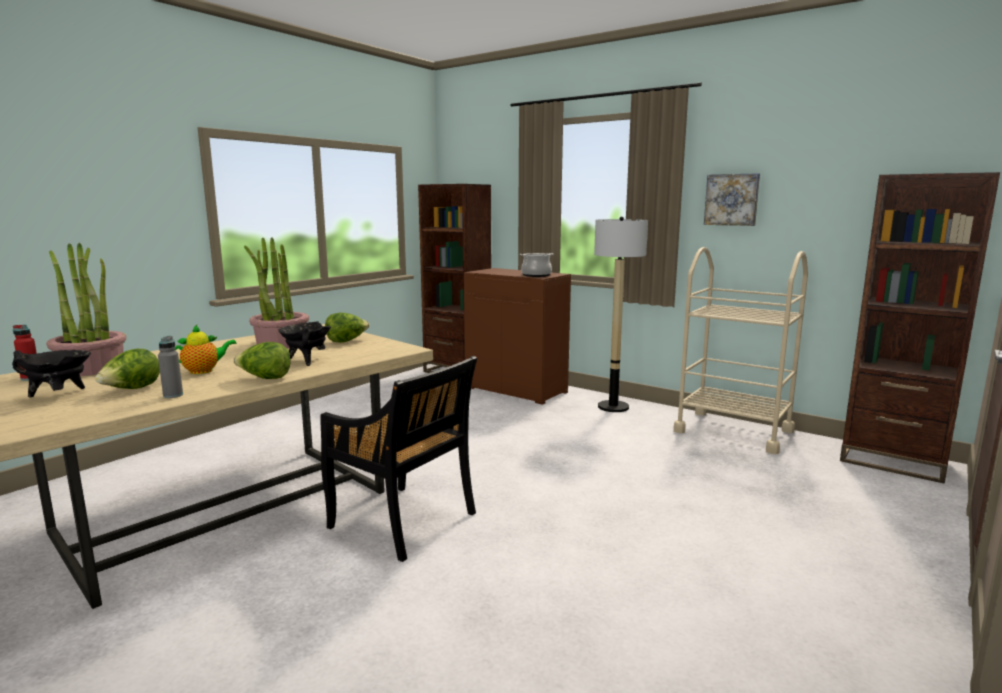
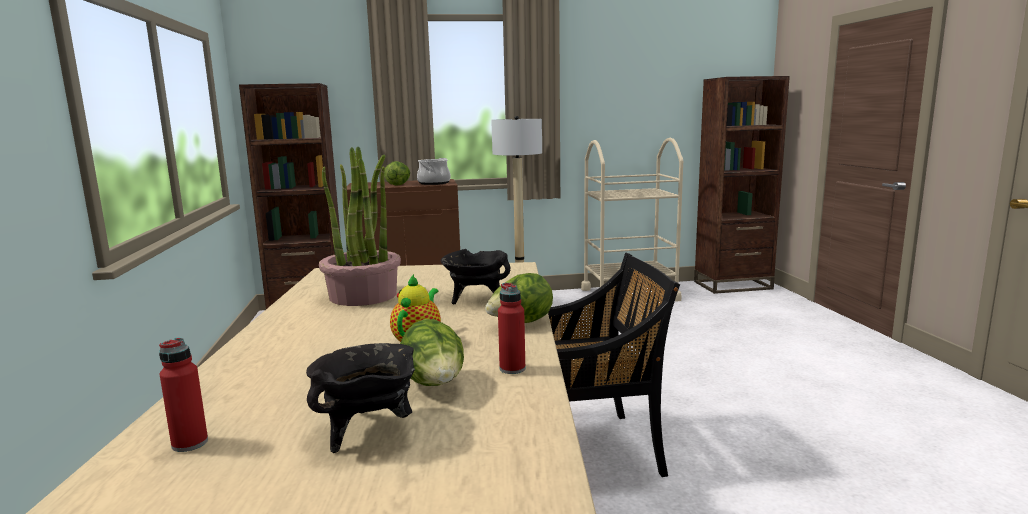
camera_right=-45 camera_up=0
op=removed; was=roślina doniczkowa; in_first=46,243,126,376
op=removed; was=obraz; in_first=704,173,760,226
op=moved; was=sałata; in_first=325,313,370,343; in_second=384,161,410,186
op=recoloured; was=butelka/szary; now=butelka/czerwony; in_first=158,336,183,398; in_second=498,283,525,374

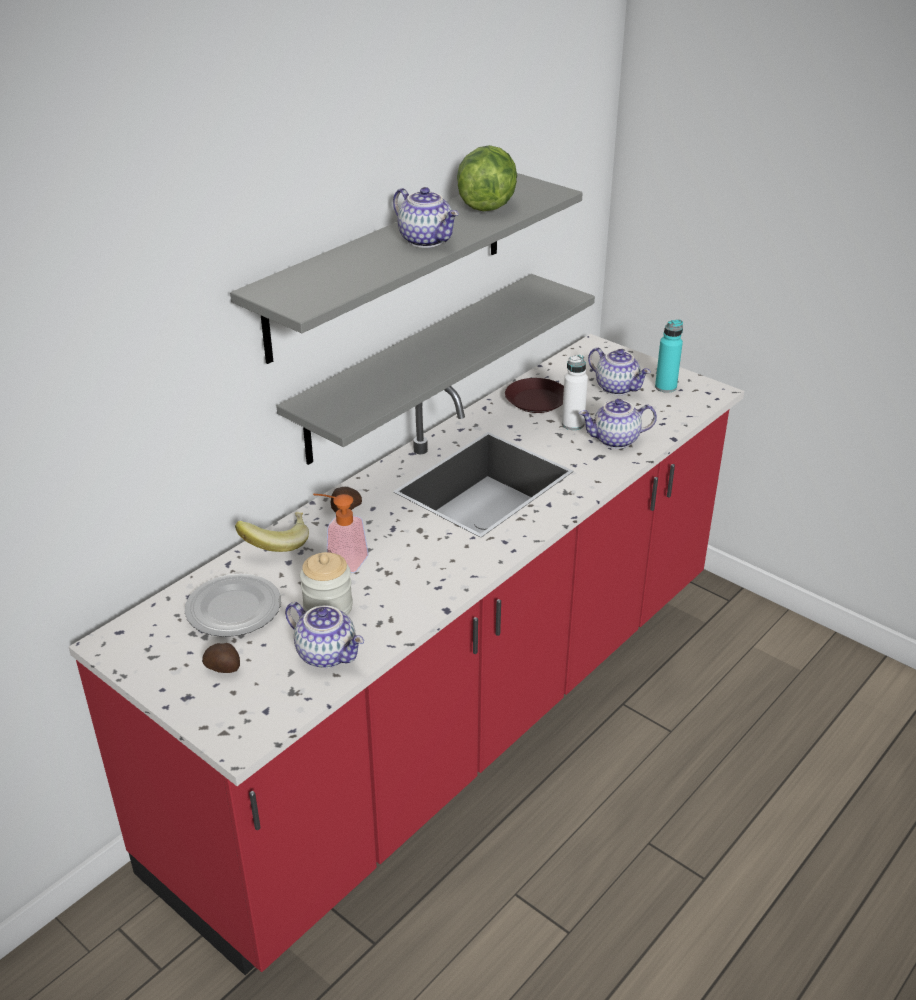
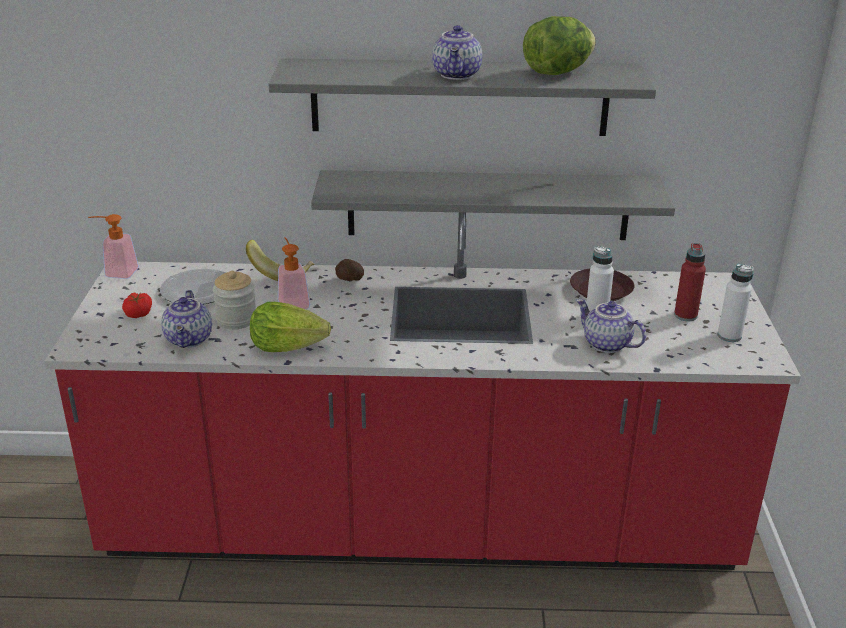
camera_right=50 camera_up=-5
op=added; now=dozownik mydła; in_second=88,214,139,279
op=added; now=sałata; in_second=250,302,331,352
op=replaced; was=ziemniak; now=pomidor; in_first=202,643,240,673; in_second=122,292,152,318
op=replaced; was=imbryk; now=butelka/czerwony; in_first=588,347,651,395; in_second=674,243,706,321
op=recoloured; was=butelka/turkusowy; now=butelka/biały; in_first=655,319,683,393; in_second=718,264,754,342

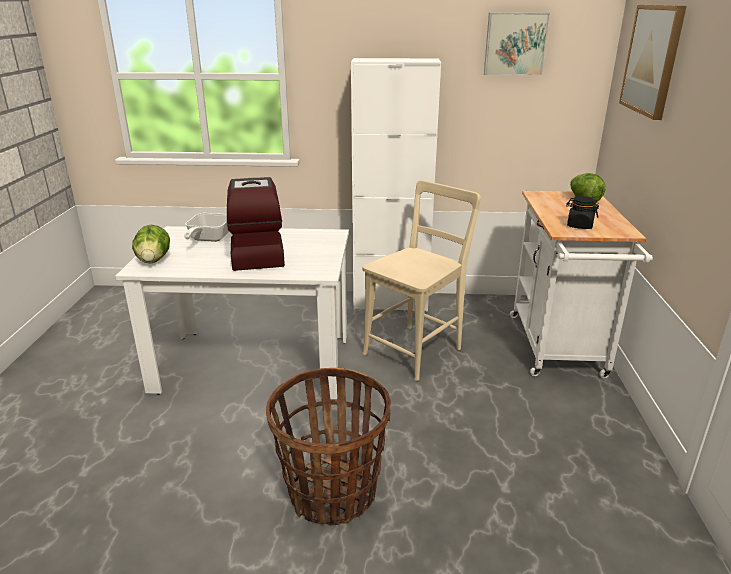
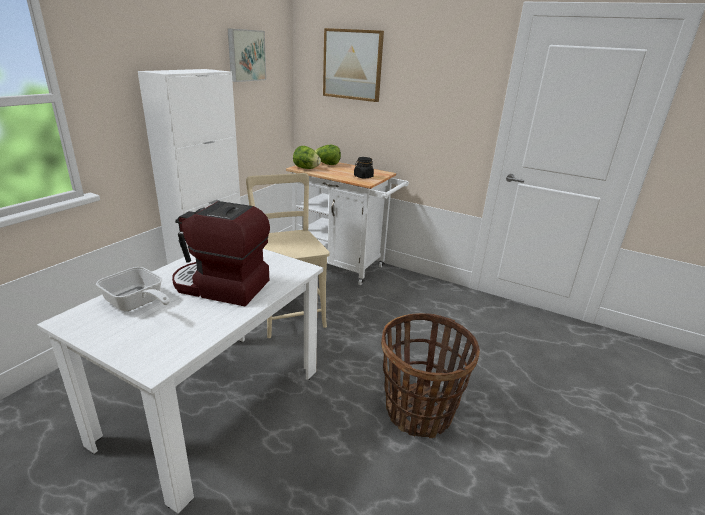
camera_right=-65 camera_up=0
op=moved; was=sałata; in_first=132,225,170,264; in_second=293,146,321,169

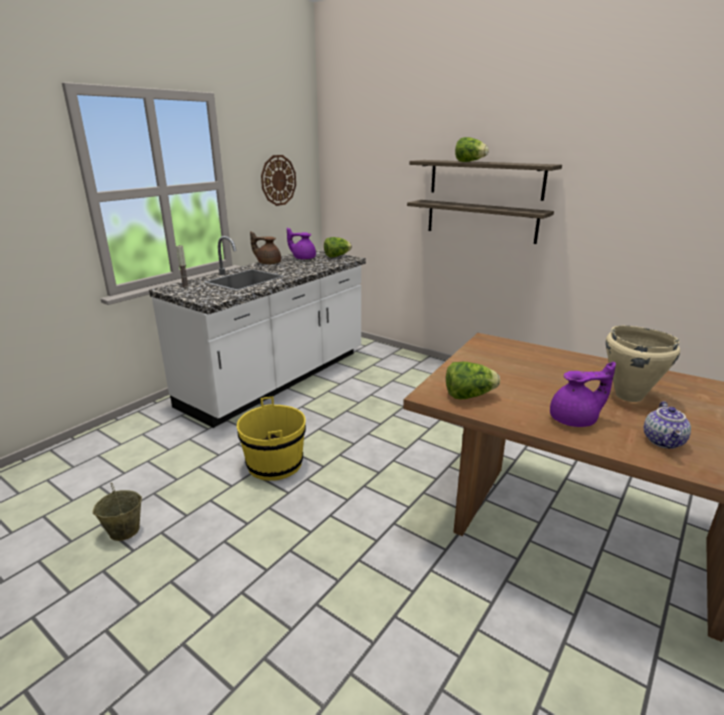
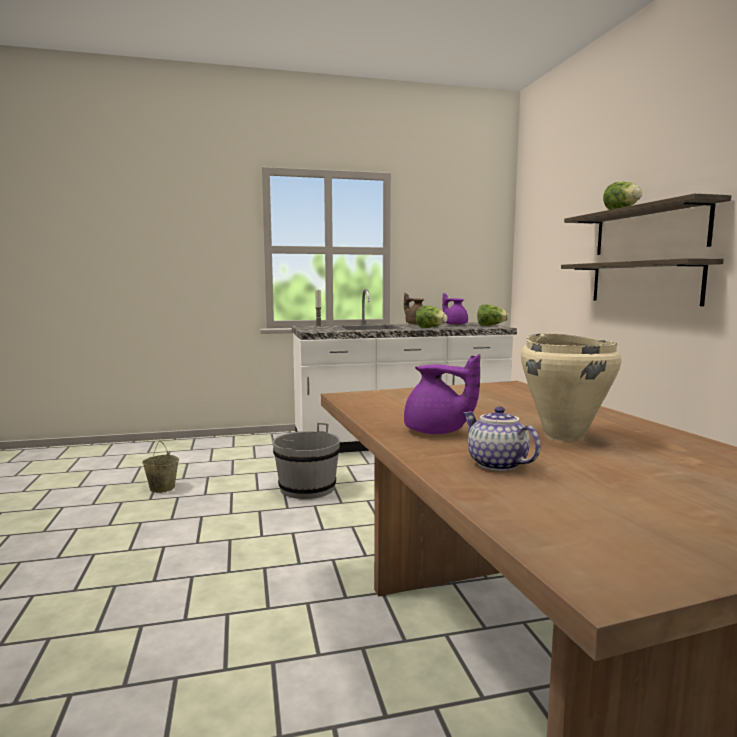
camera_right=40 camera_up=-15
op=removed; was=zegar ścienny; in_first=261,155,296,206
op=moved; was=sałata; in_first=446,362,500,399; in_second=416,306,447,328
op=recoloured; was=wiadro/żółty; now=wiadro/szary; in_first=237,397,306,481; in_second=273,423,340,499
op=turned; was=imbryk; in_first=644,401,691,449; in_second=463,406,541,471; clockwise=90

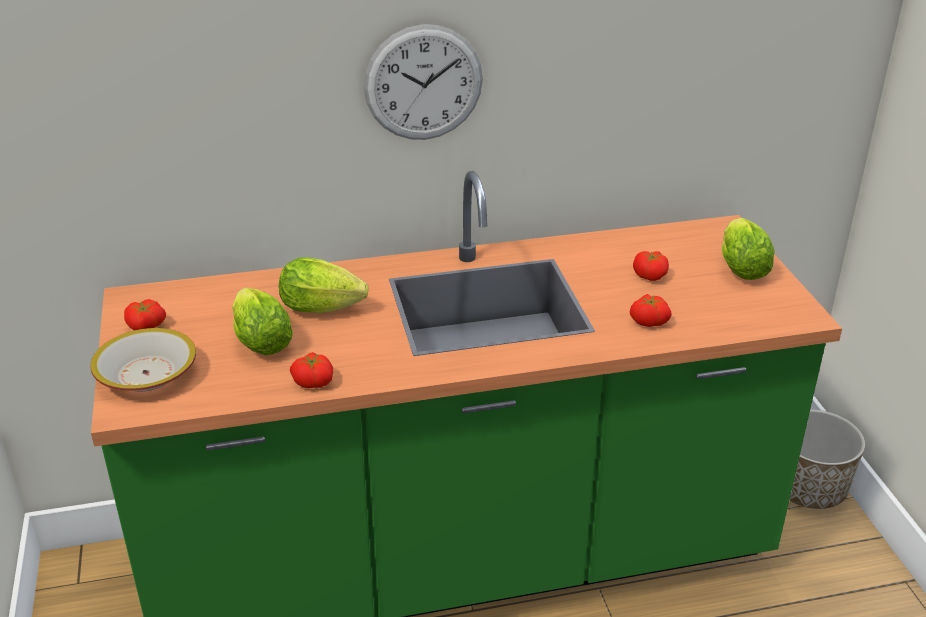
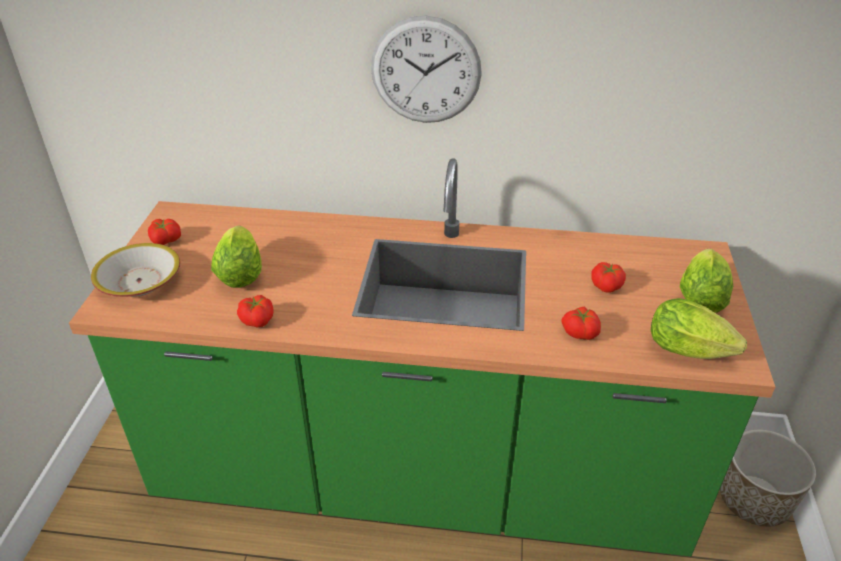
camera_right=20 camera_up=5
op=moved; was=sałata; in_first=279,257,368,313; in_second=651,298,747,359

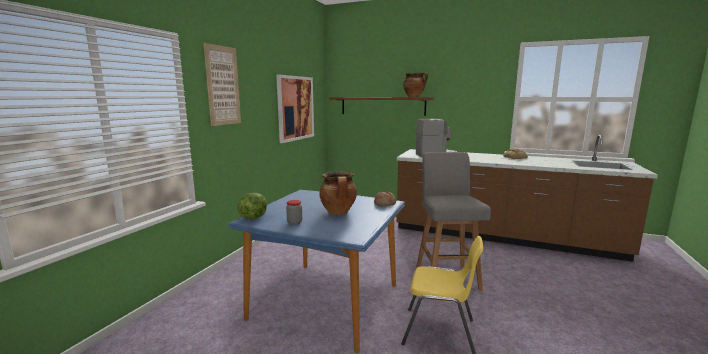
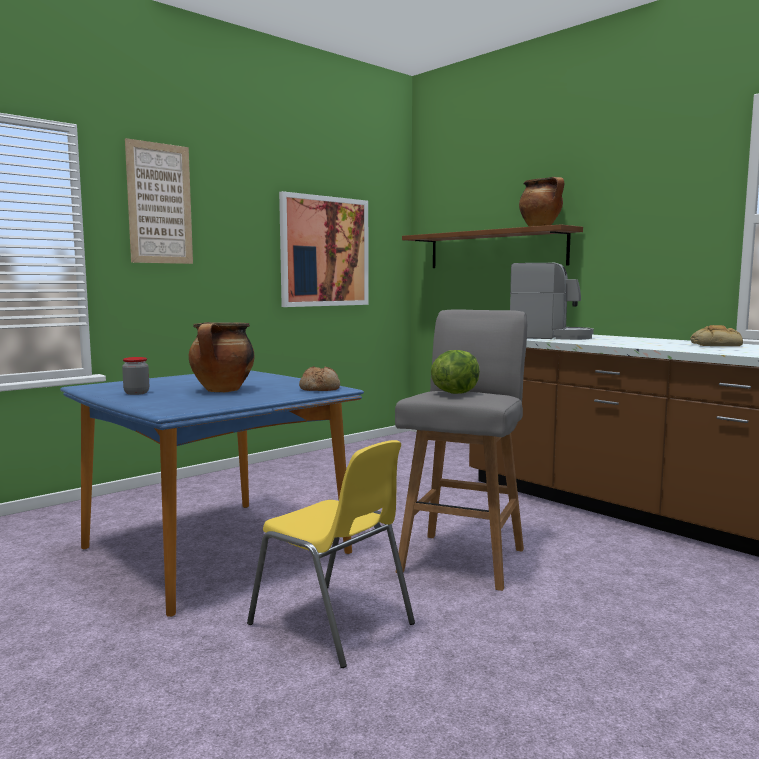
camera_right=25 camera_up=-5
op=moved; was=sałata; in_first=237,193,267,219; in_second=431,350,480,394

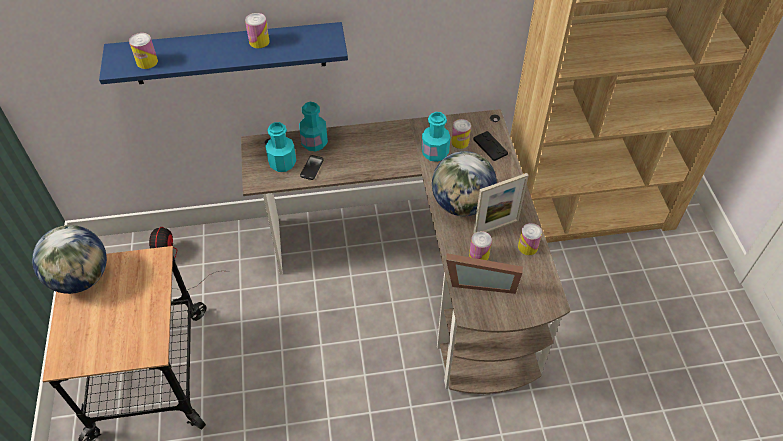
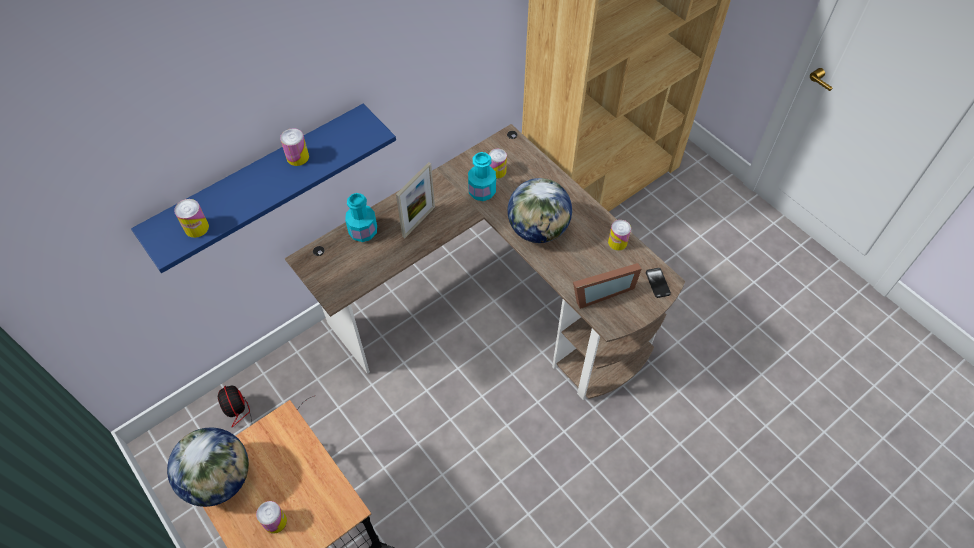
camera_right=-30 camera_up=5
op=removed; was=butelka/turkusowy; in_first=265,122,296,172
op=removed; was=pad do gier/czarny; in_first=473,131,508,161
op=moved; was=telefon; in_first=300,155,324,180; in_second=646,268,671,298
op=moved; was=puszka; in_first=469,231,492,260; in_second=256,501,287,534
op=moved; was=ramka na zdjęcie; in_first=473,173,529,234; in_second=396,162,435,238

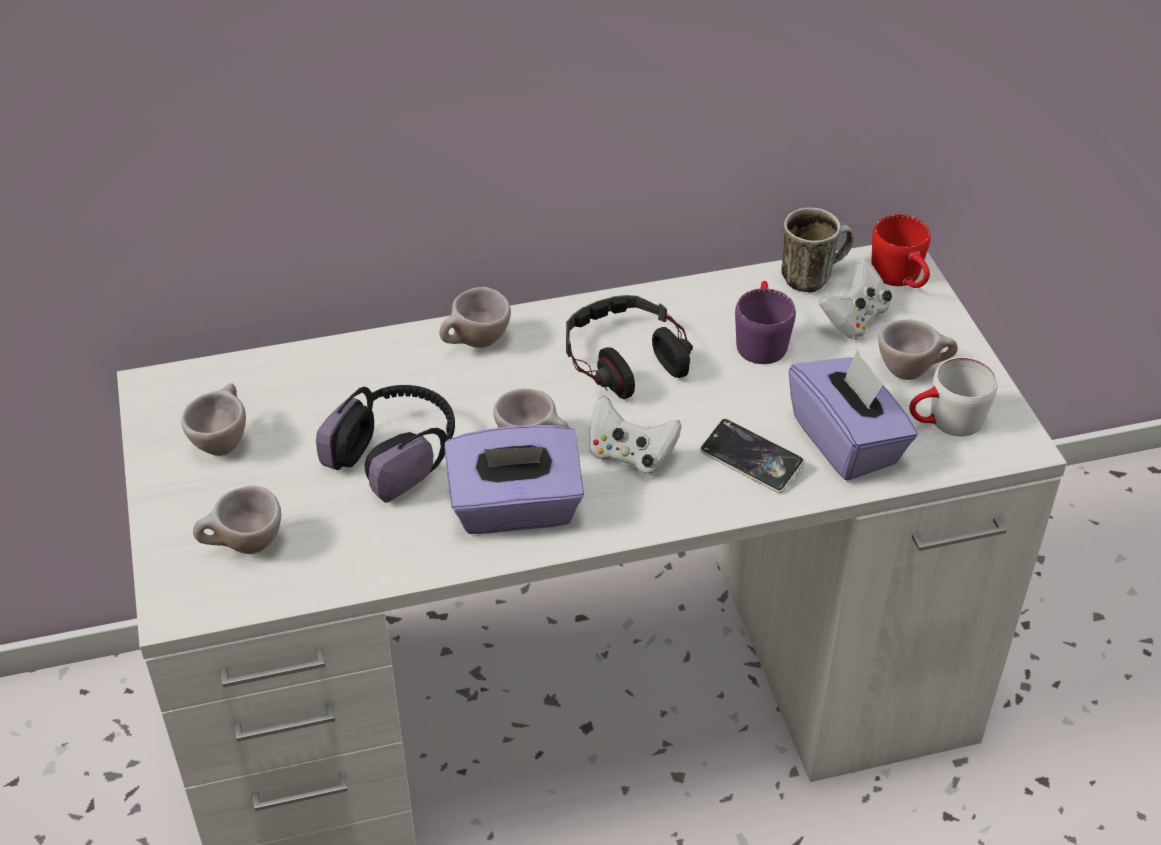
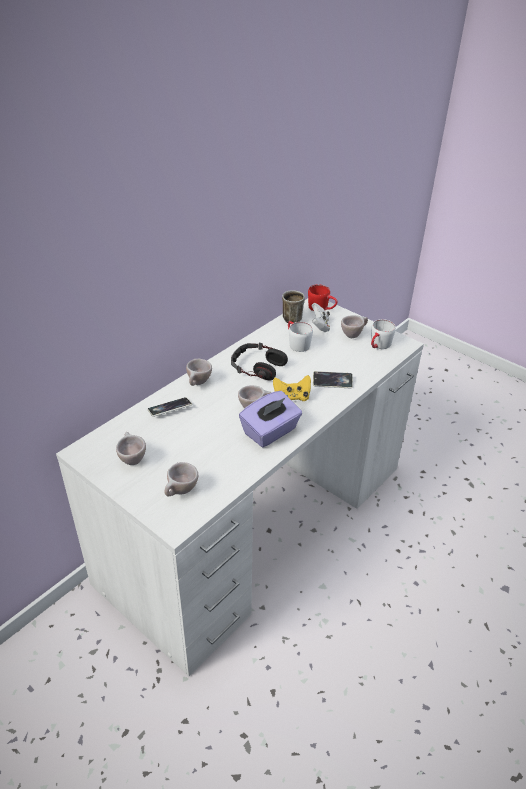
camera_right=-35 camera_up=-5
op=removed; was=słuchawki; in_first=316,385,455,503
op=removed; was=pudełko chusteczek/fioletowy; in_first=789,349,918,481
op=added; now=telefon; in_second=147,397,192,417
op=recoloured; was=pad do gier/biały; now=pad do gier/żółty; in_first=589,395,682,476; in_second=273,375,311,401
op=recoloured; was=kubek/fioletowy; now=kubek/biały; in_first=735,281,796,364; in_second=288,321,313,352

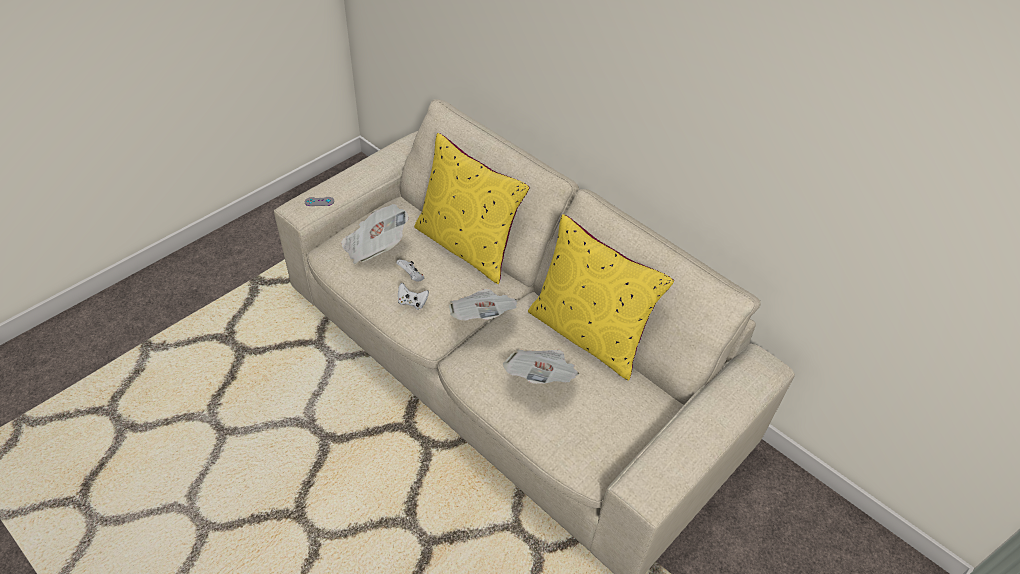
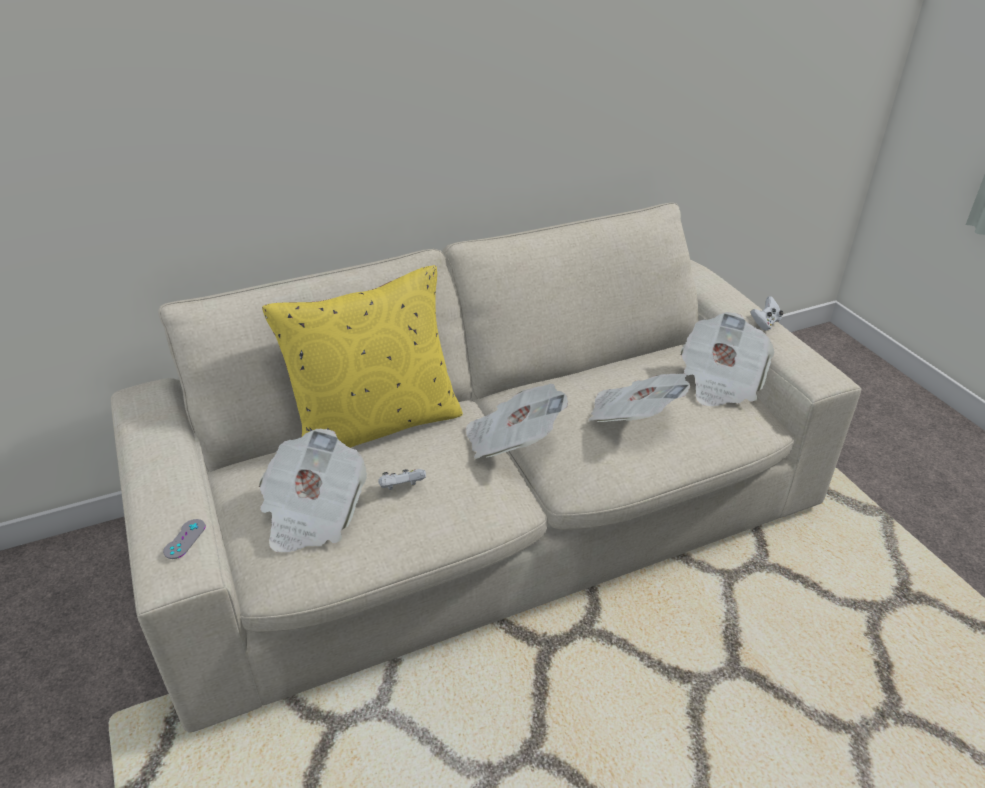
camera_right=-65 camera_up=-10
op=removed; was=poduszka/żółty; in_first=528,214,674,380
op=added; now=gazeta; in_second=681,312,775,406
op=moved; was=pad do gier/biały; in_first=398,283,429,310; in_second=751,296,783,331

